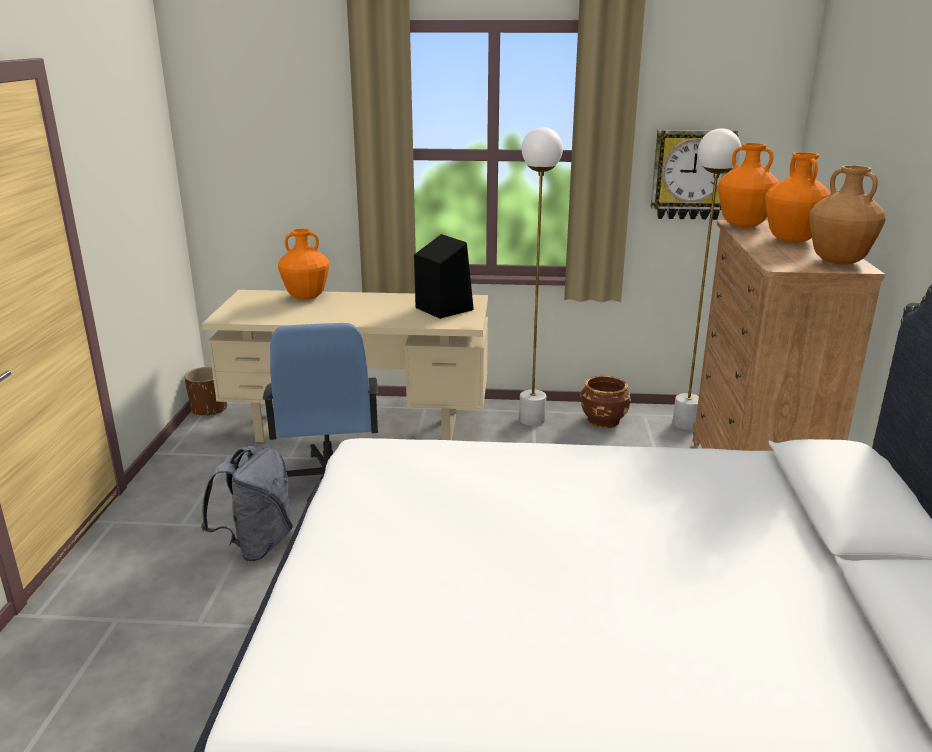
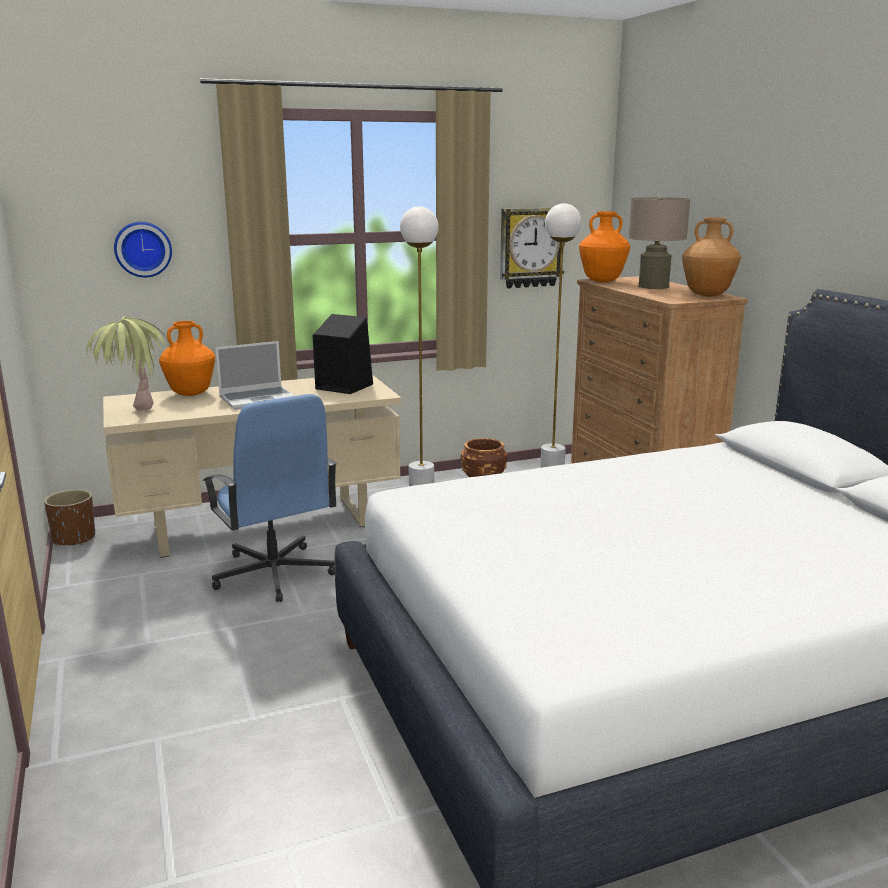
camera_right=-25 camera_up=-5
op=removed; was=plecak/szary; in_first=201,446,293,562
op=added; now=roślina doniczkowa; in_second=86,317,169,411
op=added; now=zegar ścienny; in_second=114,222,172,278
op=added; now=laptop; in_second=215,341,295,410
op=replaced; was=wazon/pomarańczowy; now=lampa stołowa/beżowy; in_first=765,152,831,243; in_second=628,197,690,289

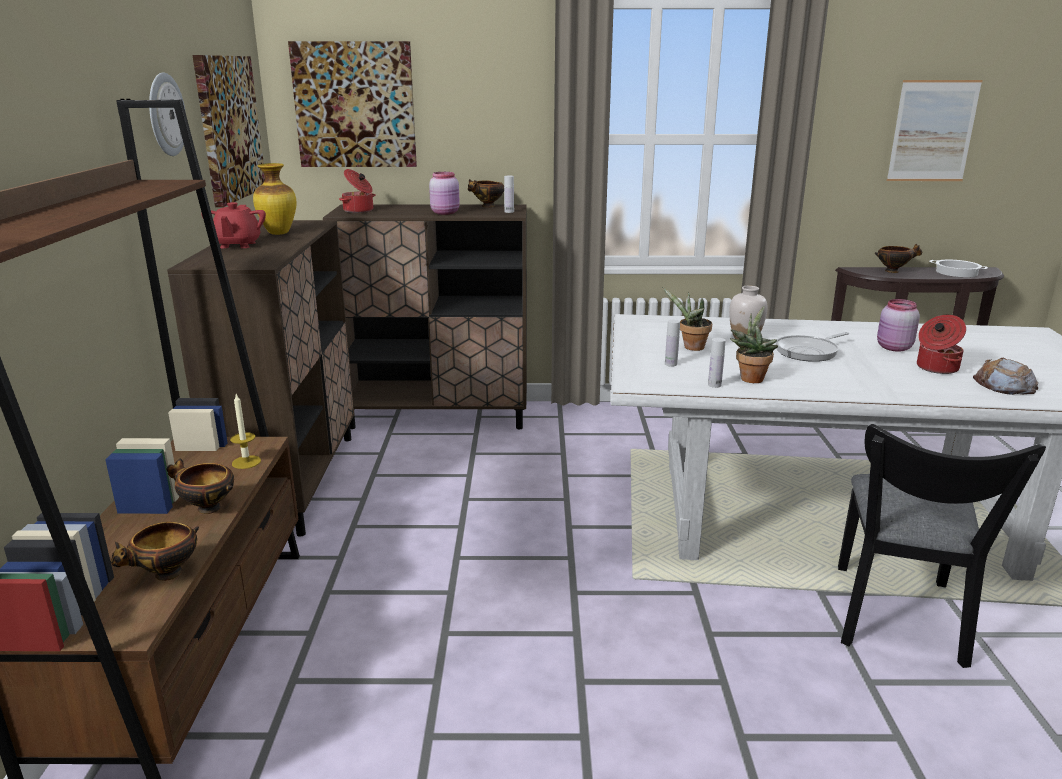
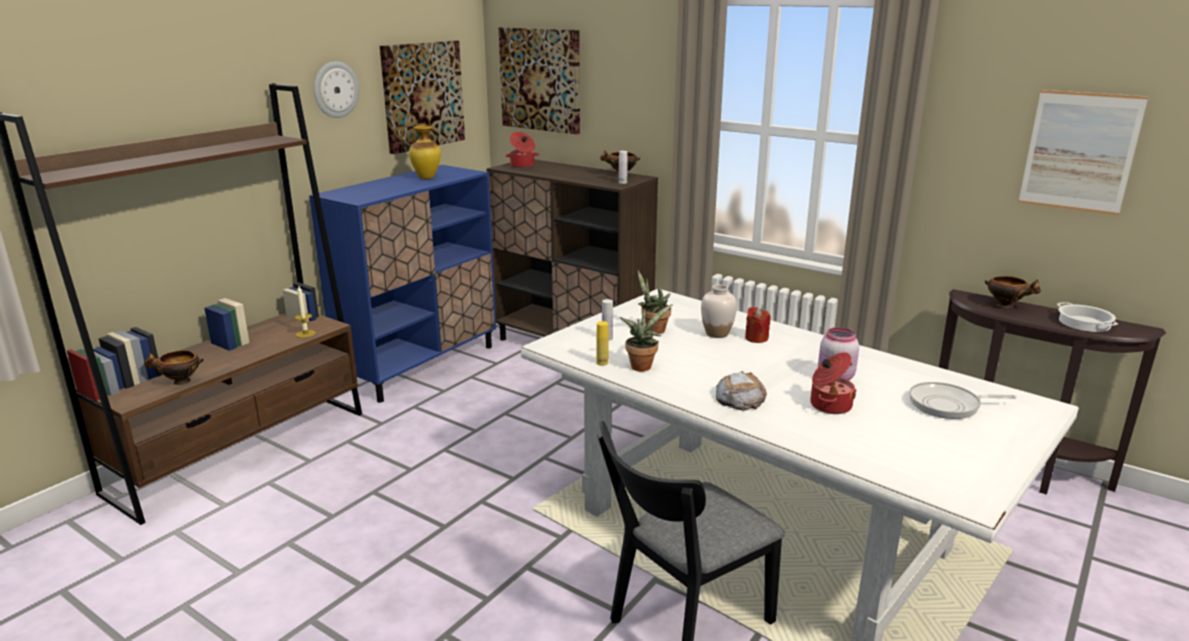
camera_right=35 camera_up=0
op=removed; was=miska; in_first=166,459,234,514
op=removed; was=imbryk/czerwony; in_first=201,202,266,248
op=removed; was=słoik/różowy; in_first=429,172,460,215
op=added; now=świeca/czerwony; in_second=745,307,770,343
op=moved; was=patelnia; in_first=776,332,849,362; in_second=909,382,1016,419
op=moved; was=chleb; in_first=973,358,1038,395; in_second=716,371,767,411
op=recoloured; was=szafka/brązowy; now=szafka/niebieski; in_first=167,220,355,537; in_second=309,165,496,403
op=recoloured; was=butelka/biały; now=butelka/żółty; in_first=708,338,726,388; in_second=596,321,609,366

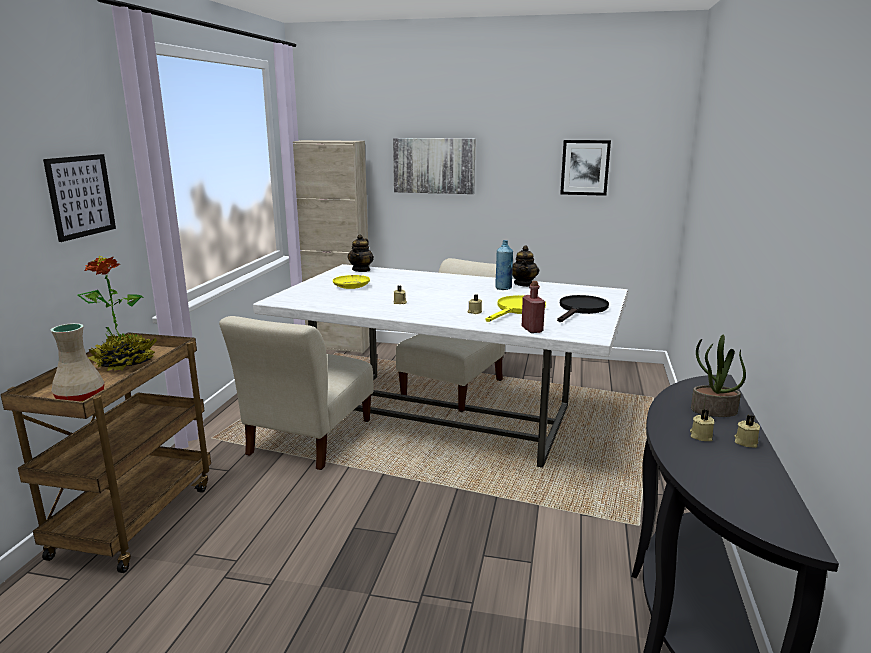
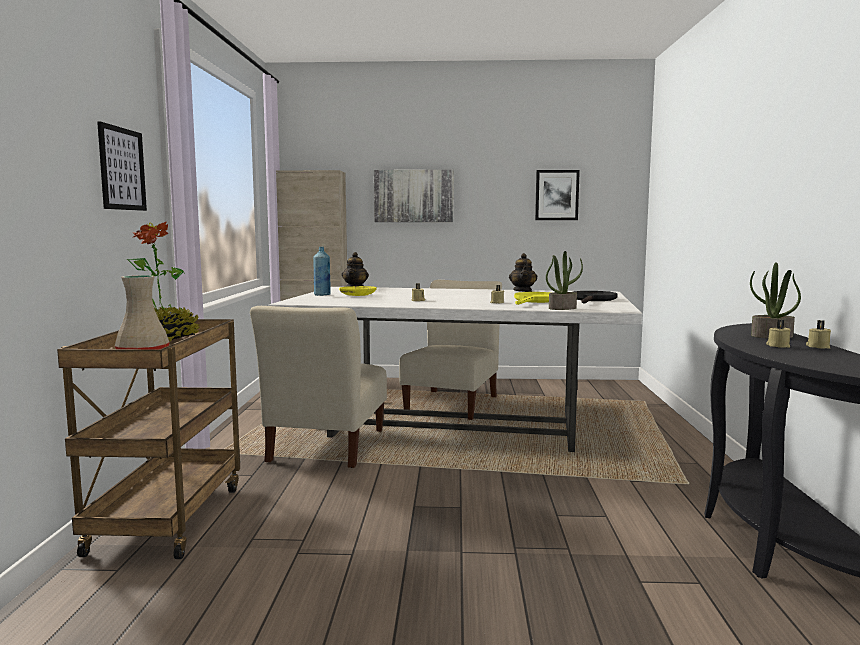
camera_right=-10 camera_up=-10
op=moved; was=butelka/niebieski; in_first=495,240,513,290; in_second=313,247,331,296
op=replaced; was=butelka/czerwony; now=roślina doniczkowa; in_first=522,281,545,333; in_second=546,251,583,310

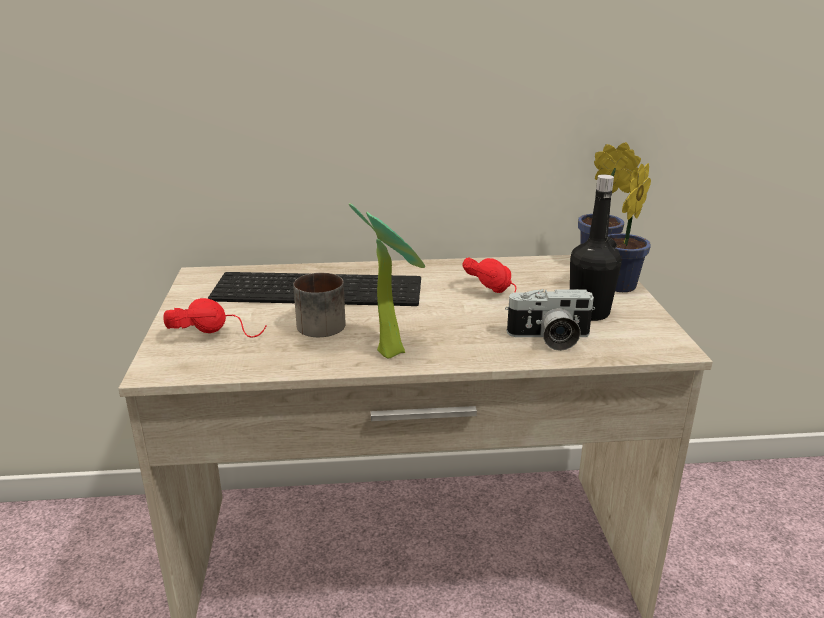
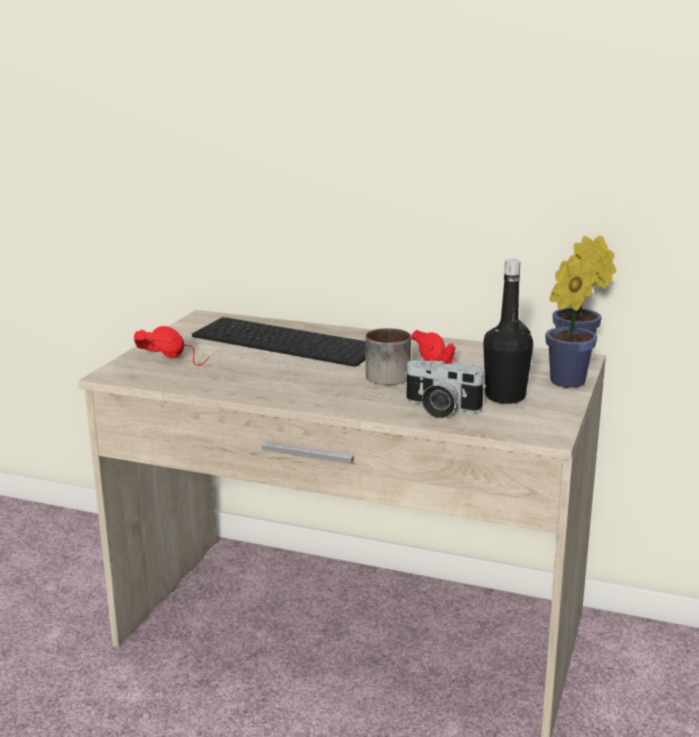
camera_right=25 camera_up=-5
op=removed; was=roślina doniczkowa; in_first=349,203,425,359
op=moved; was=kubek; in_first=293,273,346,337; in_second=366,328,411,385

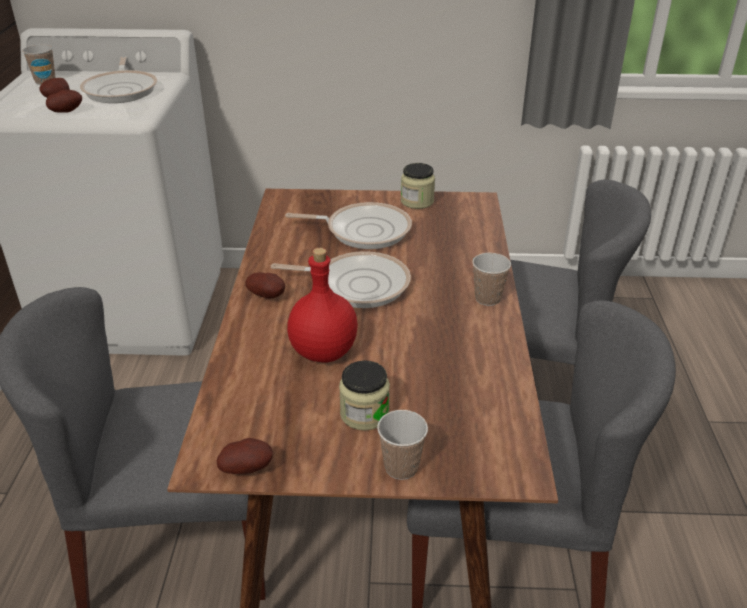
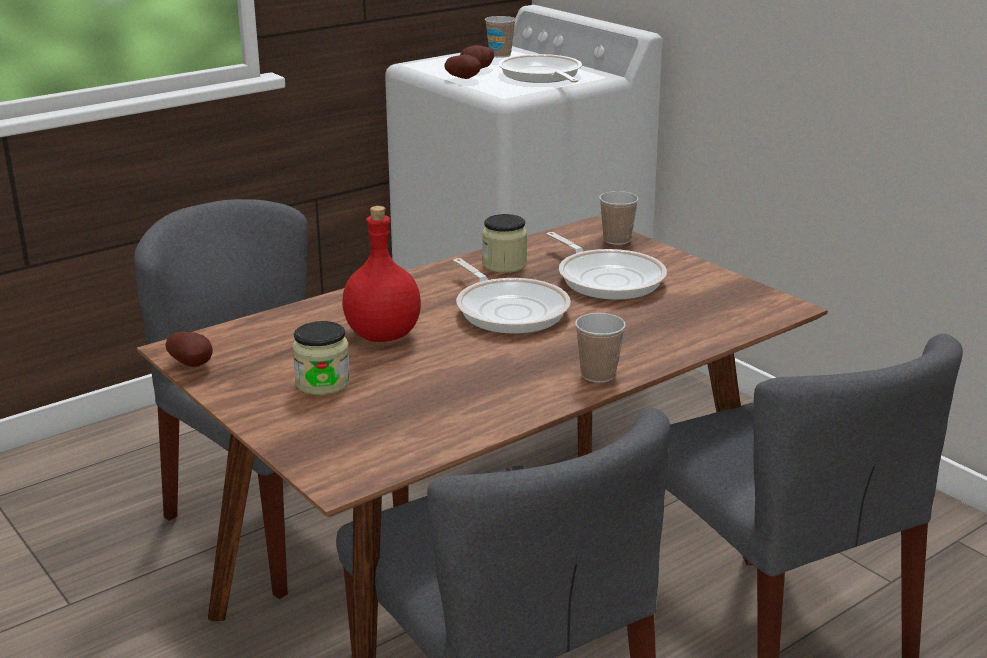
camera_right=50 camera_up=-10
op=removed; was=ziemniak; in_first=245,272,285,298
op=moved; was=filiżanka; in_first=377,410,428,480; in_second=599,191,639,245
op=moved; was=słoik; in_first=401,163,435,209; in_second=482,214,527,273
op=turned; was=patelnia; in_first=80,57,157,103; in_second=498,54,582,83; clockwise=120

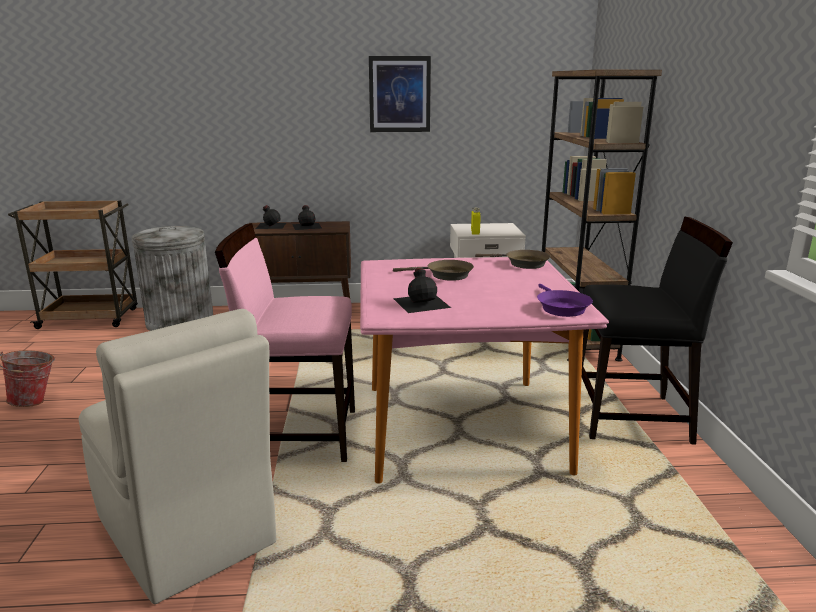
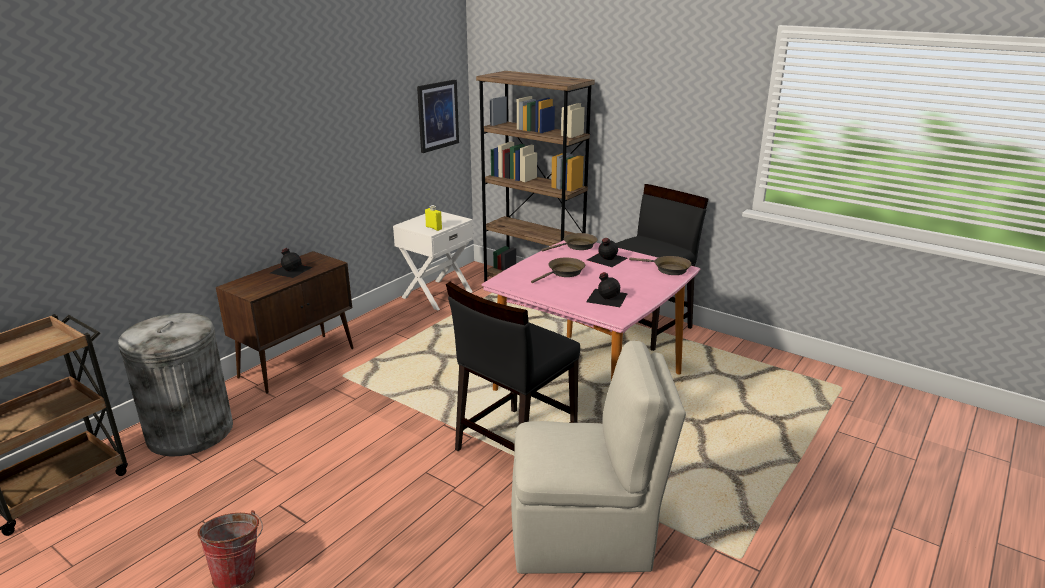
camera_right=-50 camera_up=5
op=moved; was=butelka/czarny; in_first=256,205,286,229; in_second=587,238,627,267
op=moved; was=obraz; in_first=369,56,431,132; in_second=417,79,459,153
op=recoloured; was=krzesło/różowy; now=krzesło/czarny; in_first=215,223,355,462; in_second=446,282,580,452
op=recoloured; was=patelnia/fioletowy; now=patelnia/brązowy; in_first=537,284,593,317; in_second=629,256,692,275

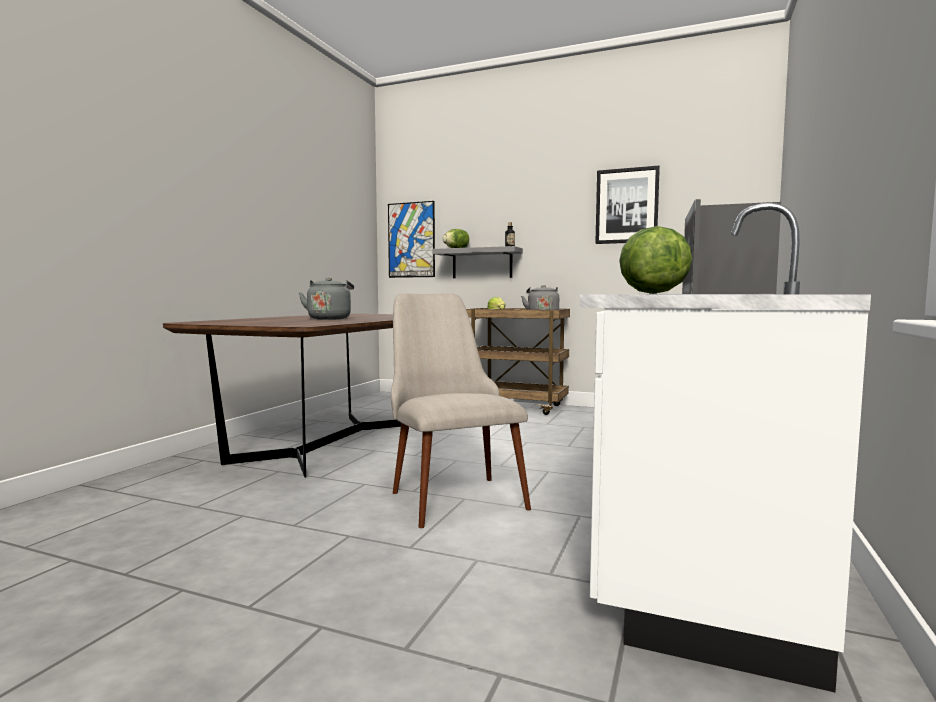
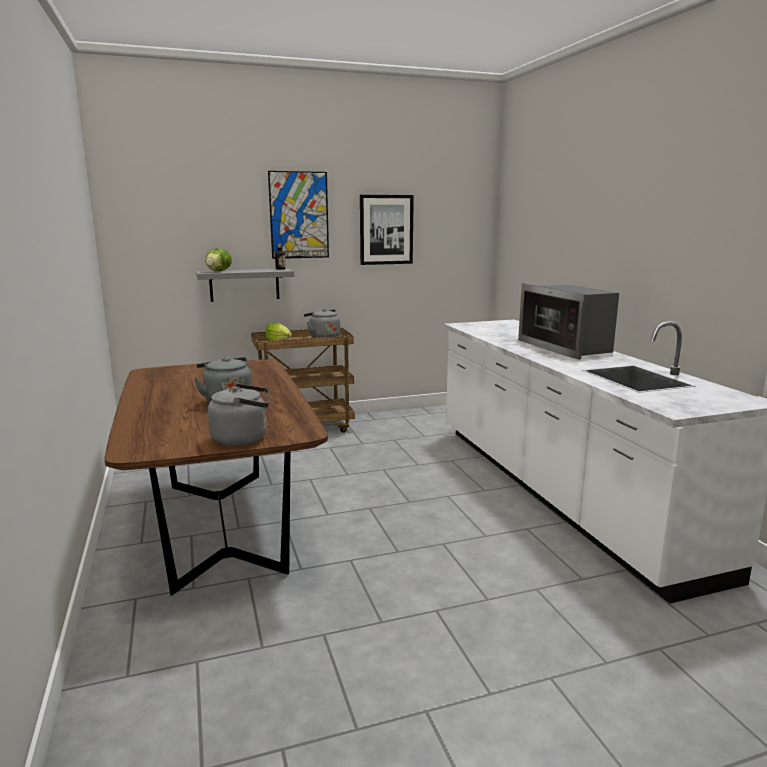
camera_right=-40 camera_up=10
op=removed; was=krzesło/beżowy; in_first=391,293,531,528
op=removed; was=sałata; in_first=619,226,692,294
op=added; now=czajnik/szary; in_second=208,384,269,446
op=moved; was=obraz; in_first=388,201,435,278; in_second=268,171,329,259

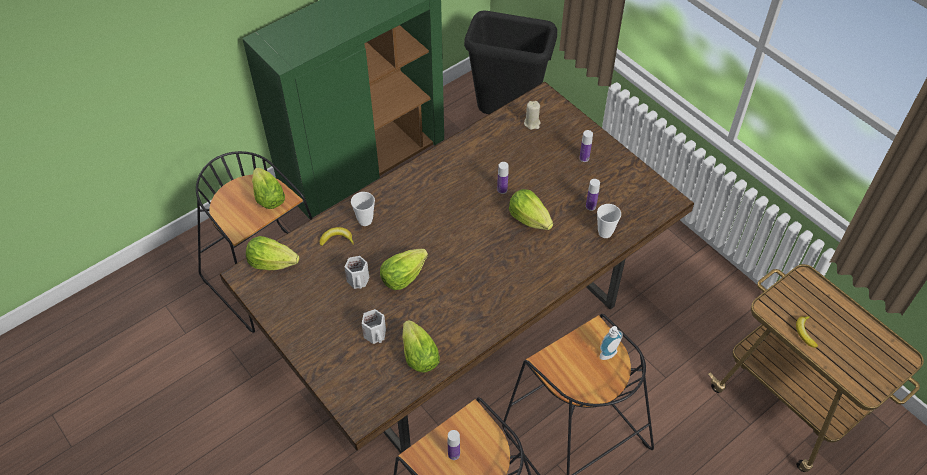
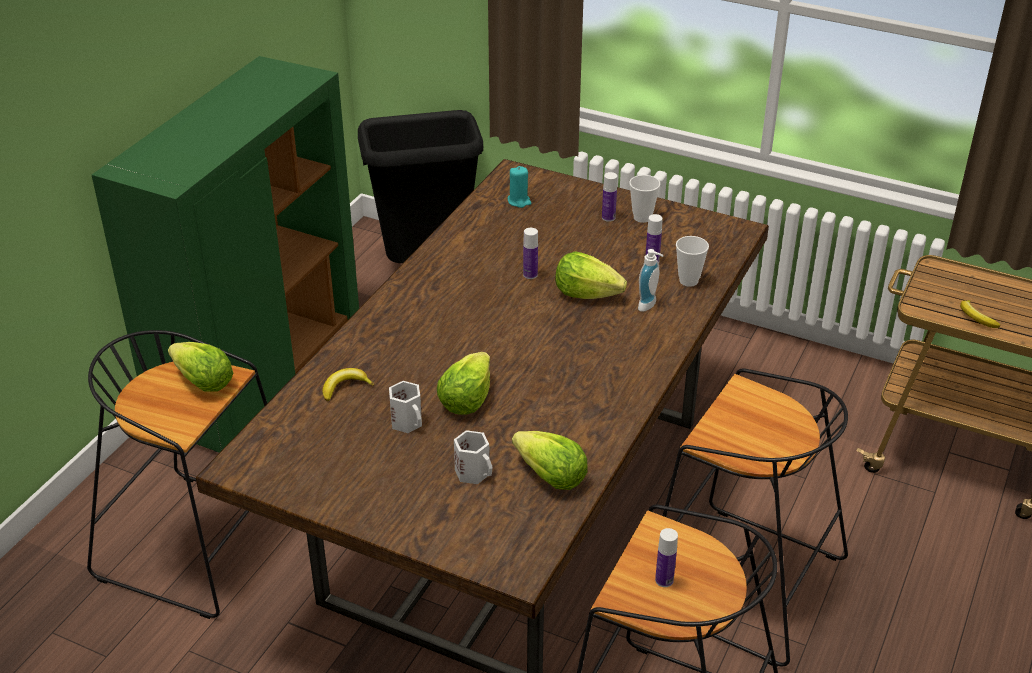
camera_right=-25 camera_up=-15
op=removed; was=sałata; in_first=246,236,299,270
op=moved; was=filiżanka; in_first=351,192,375,226; in_second=629,175,660,223
op=moved; was=dozownik mydła; in_first=599,326,623,360; in_second=638,249,664,312
op=recoloured; was=świeca/beżowy; now=świeca/turkusowy; in_first=524,101,541,130; in_second=508,166,531,208

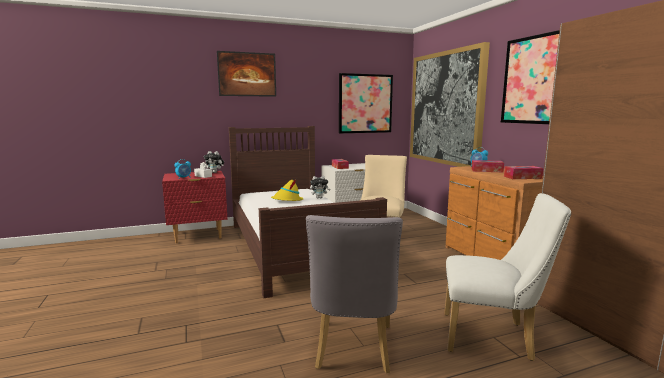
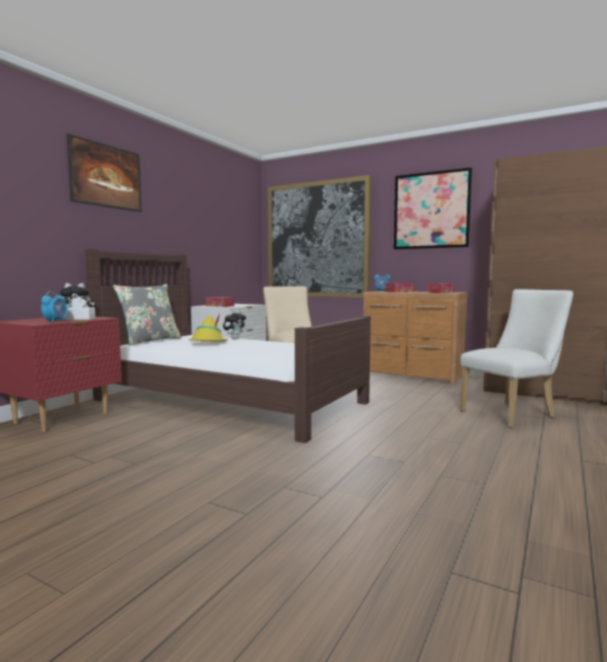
camera_right=-40 camera_up=-5
op=removed; was=krzesło/szary; in_first=306,215,403,373
op=removed; was=obraz; in_first=339,73,393,133
op=added; now=poduszka/szary; in_second=113,284,182,346

